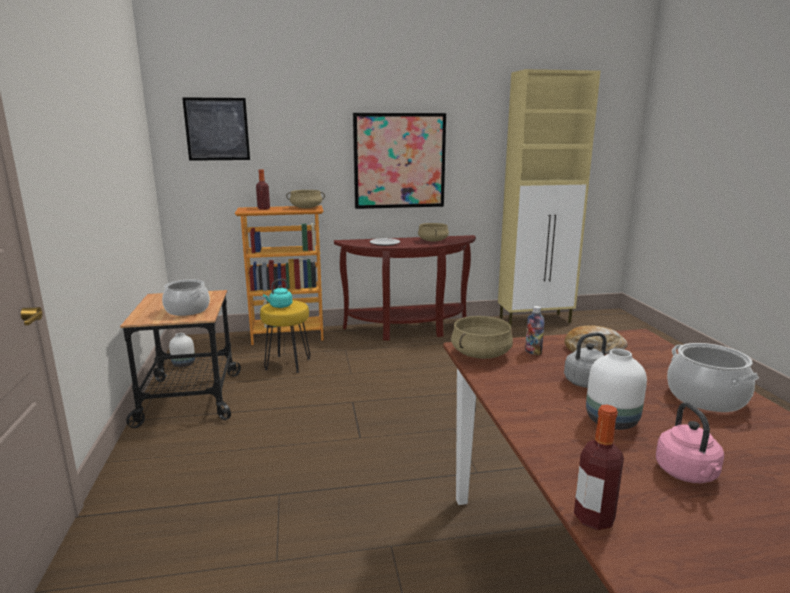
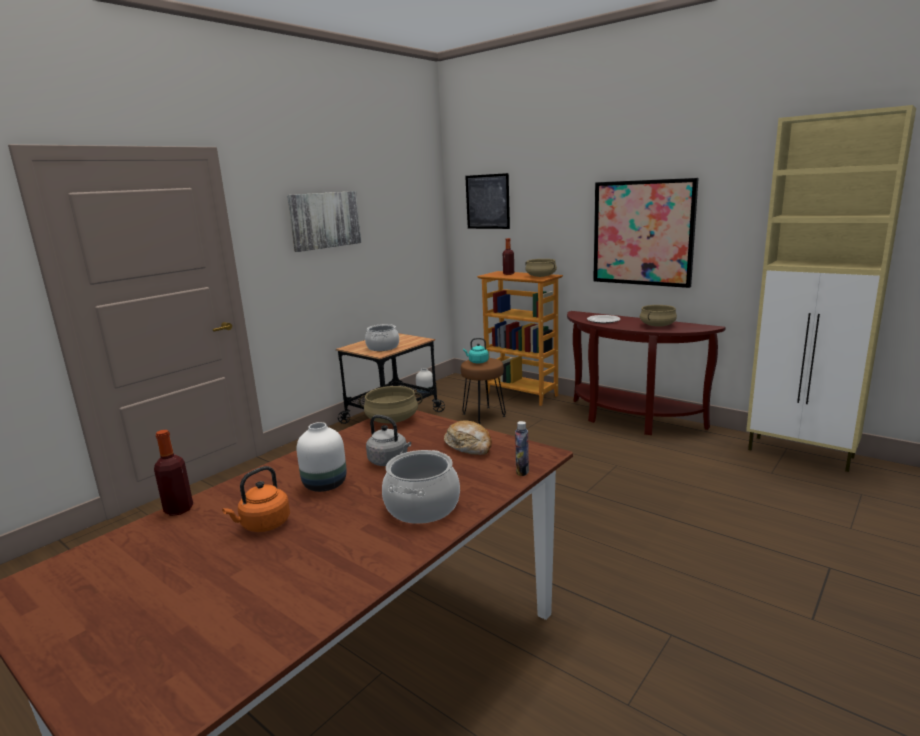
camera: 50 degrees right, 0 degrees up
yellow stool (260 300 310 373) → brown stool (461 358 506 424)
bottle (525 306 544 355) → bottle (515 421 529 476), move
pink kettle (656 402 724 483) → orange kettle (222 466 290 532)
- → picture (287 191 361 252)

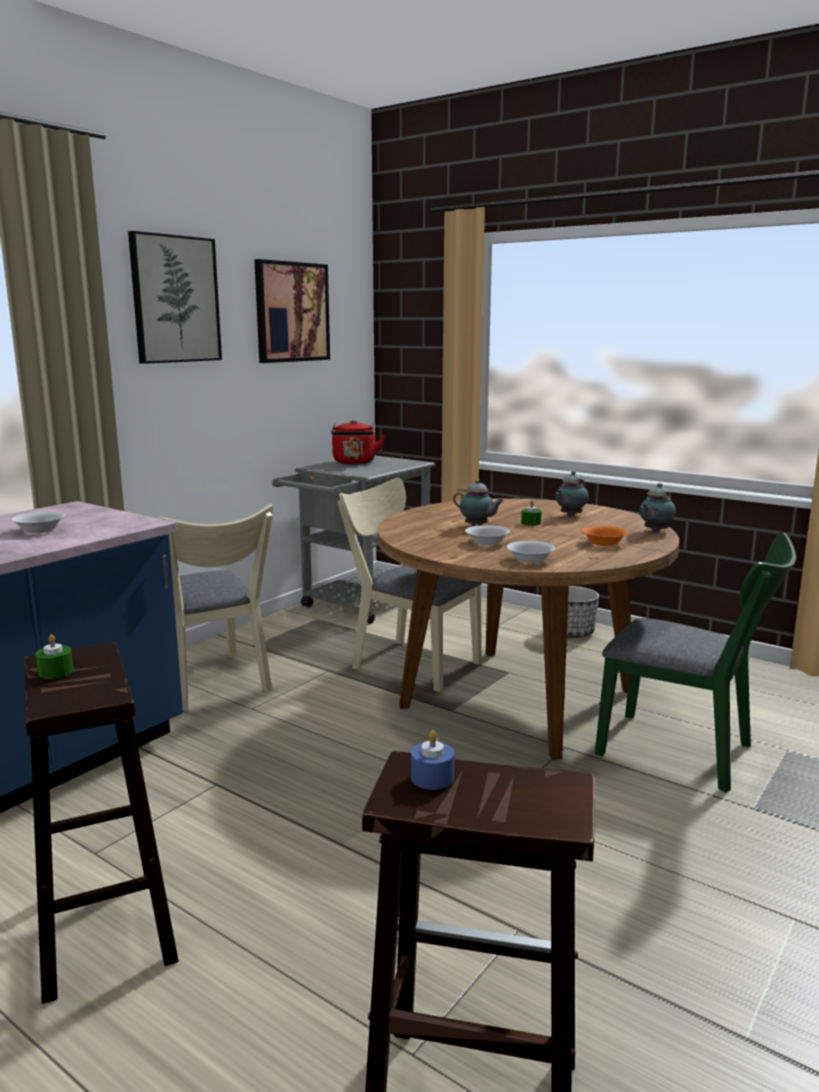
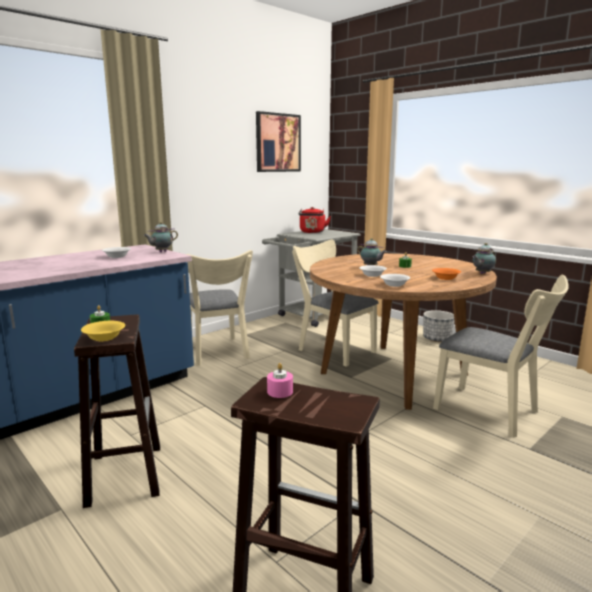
camera: 10 degrees right, 0 degrees up
picture (128 231 222 364) → -
blue candle (411 730 454 790) → pink candle (267 363 293 398)
teapot (556 471 589 517) → teapot (143 222 178 252), move
green chair (595 532 796 793) → beige chair (433 275 569 438)
- → yellow bowl (81 321 125 341)

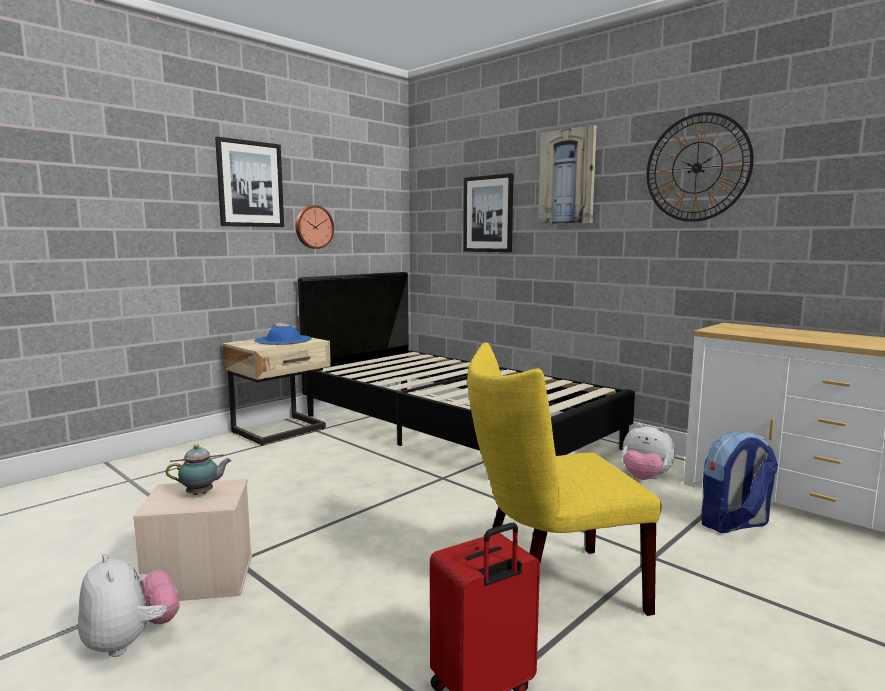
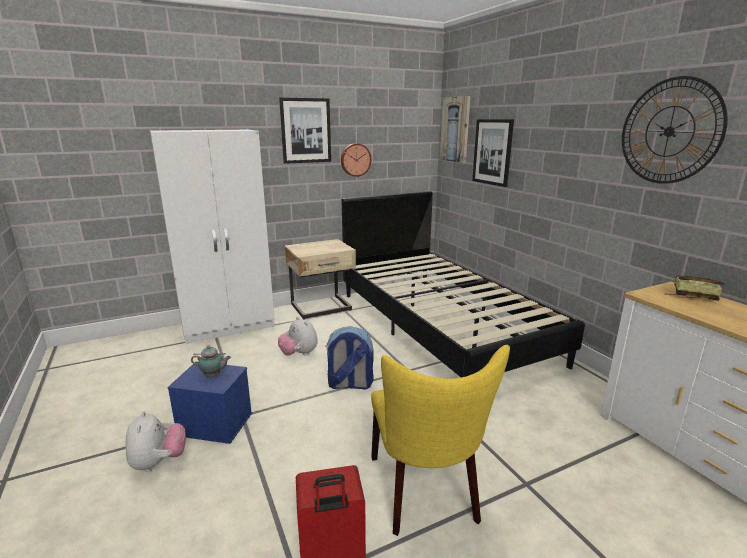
camera: 20 degrees right, 10 degrees up
beige storage box (133 479 252 601) → blue storage box (168 362 252 444)
blue hat (255 322 312 345) → -
yellow chair (467 342 662 616) → yellow chair (371 345 510 536), 105 degrees counterclockwise
picture (538 125 597 224) → picture (440 96 471 163), move
plush toy (622 423 675 480) → plush toy (278 317 318 356), move
backpack (701 431 778 533) → backpack (325 326 374 390), move
- → white wardrobe (150 130 275 344)
- → book (664 276 724 301)

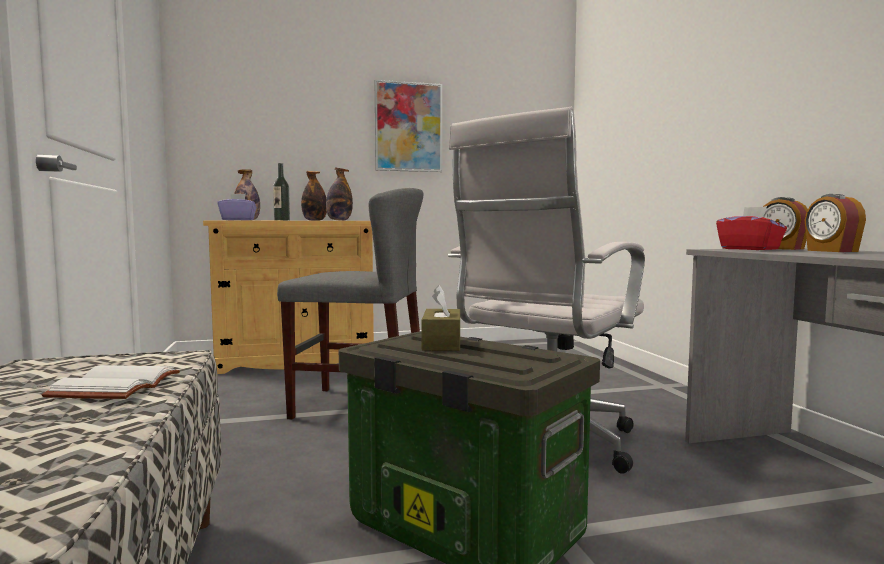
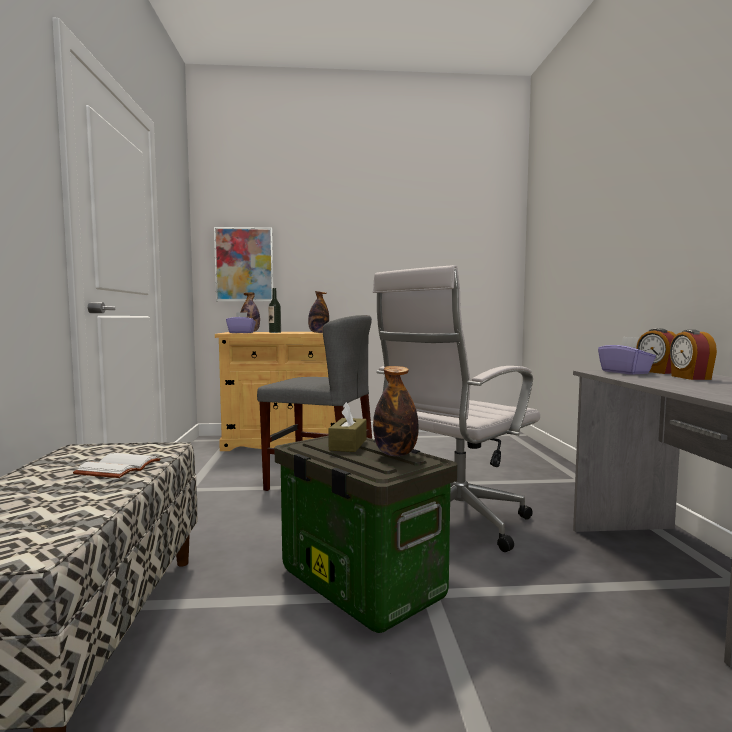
camera: 10 degrees right, 0 degrees up
bottle (301 171 327 221) → bottle (373 366 419 456), move
picture (375 80 442 172) → picture (214 227 273 301), move
red tissue box (716 206 787 250) → purple tissue box (598 336 656 374)

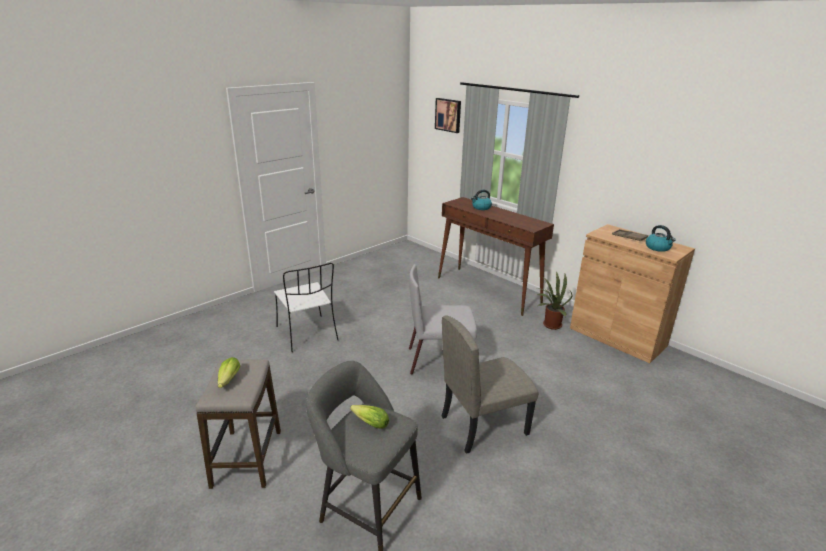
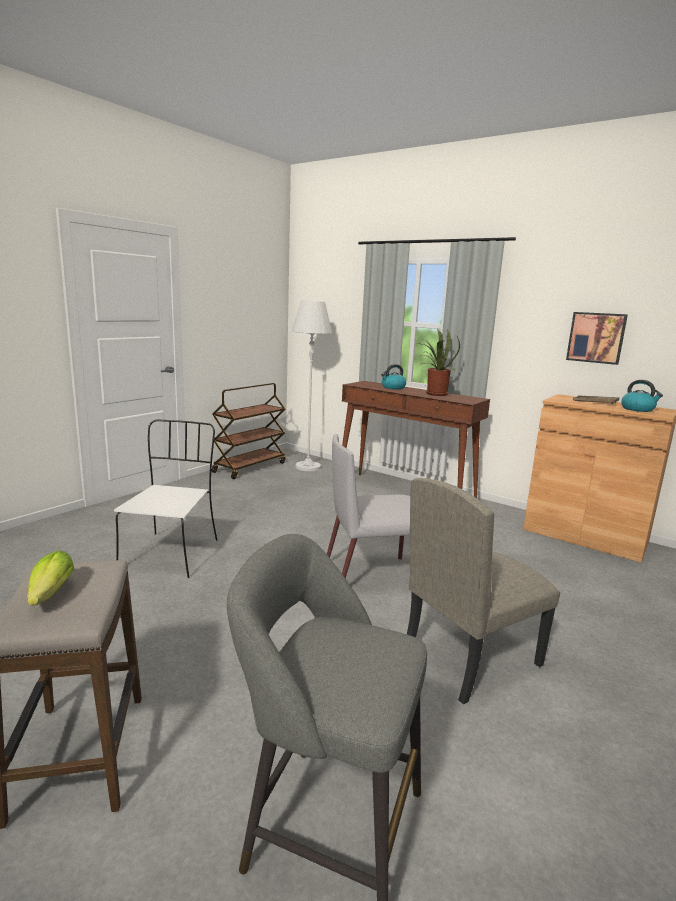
camera: 10 degrees left, 10 degrees down
white chair (274 263 338 352) → white chair (114 420 217 578), 135 degrees counterclockwise
lettuce (350 405 389 429) → -
picture (435 98 461 133) → picture (566 312 628 365), move
potted plant (537 271 572 330) → potted plant (417 329 460 396), move
- → brown cart (211 383 286 479)
- → white floor lamp (292 301 332 471)

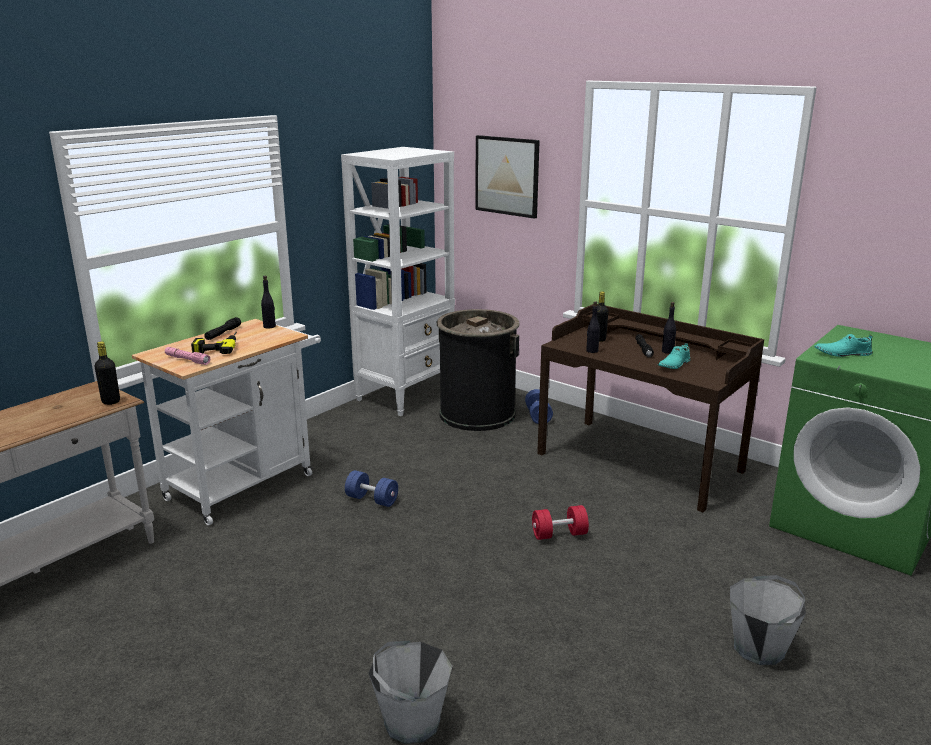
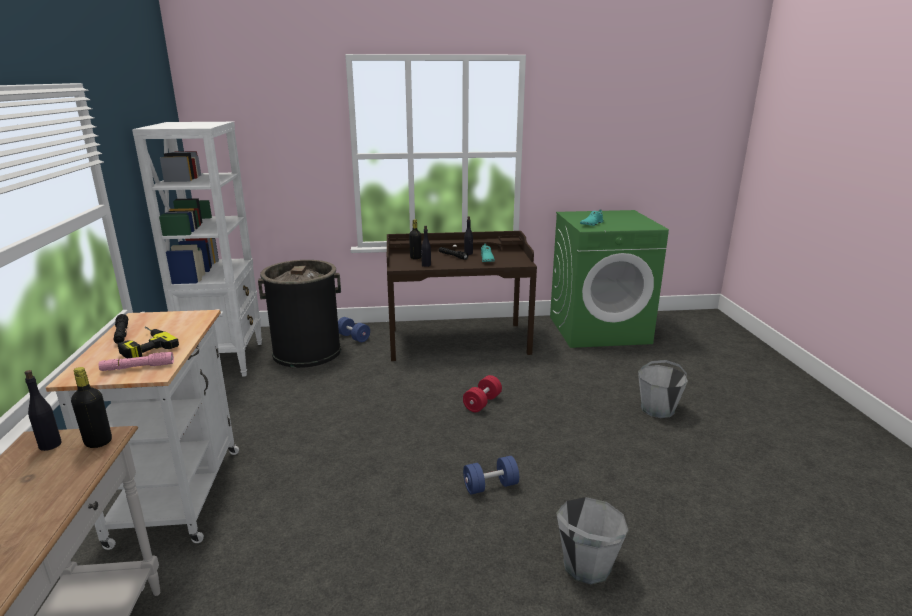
camera: 45 degrees left, 0 degrees up
black bottle (261 276 276 329) → black bottle (24 370 62 451), move
blue dumbbell (345 470 398 507) → blue dumbbell (463 456 519 494), move
picture (475 135 540 219) → -

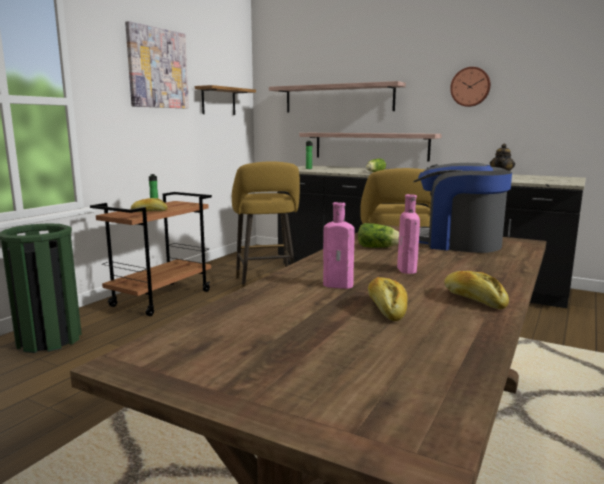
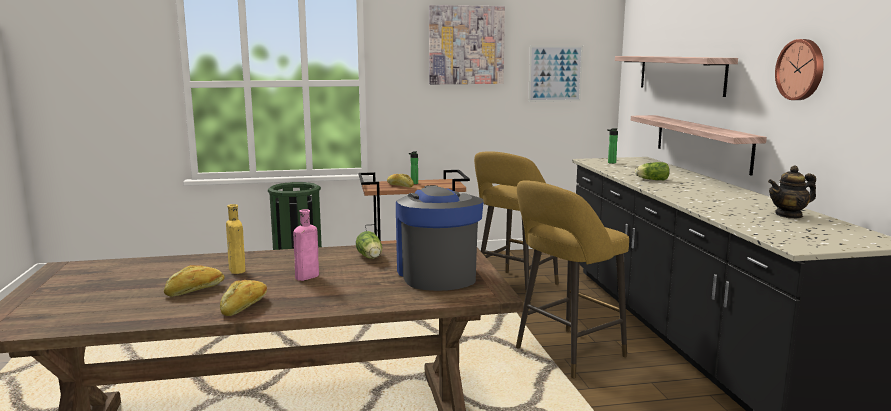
camera: 50 degrees right, 0 degrees up
shelf (195 85 256 115) → picture (528 46 583 102)
pink bottle (323 202 355 289) → yellow bottle (226 204 245 274)

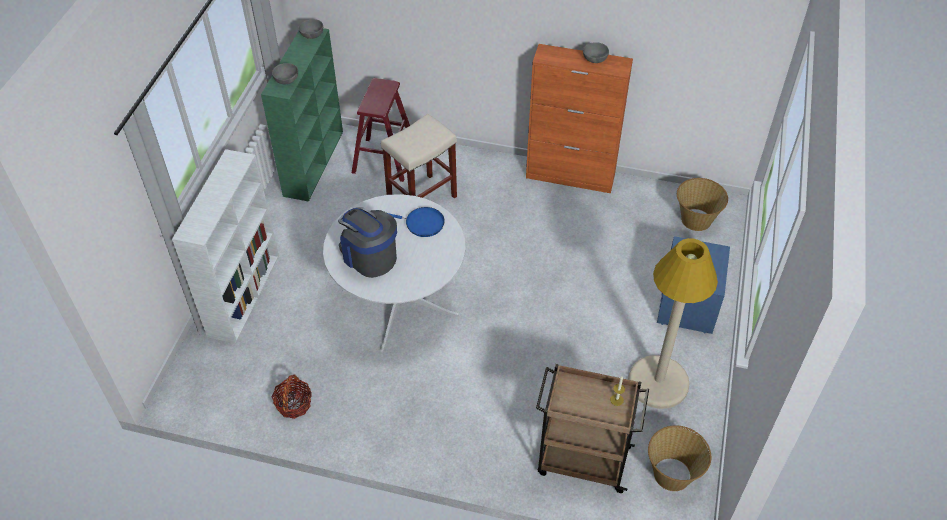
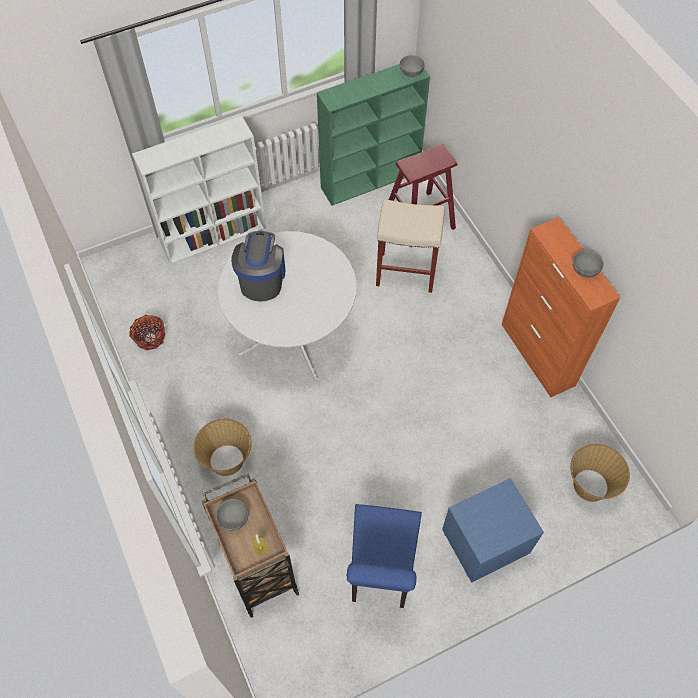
camera: 50 degrees right, 10 degrees up
grey bowl (272 63 298 84) → grey bowl (216 499 248 531), move
blue frying pan (388 207 445 237) → -
beige floor lamp (628 238 718 409) → blue chair (347 504 422 608)
basket (648 425 711 491) → basket (194 419 252 476), move

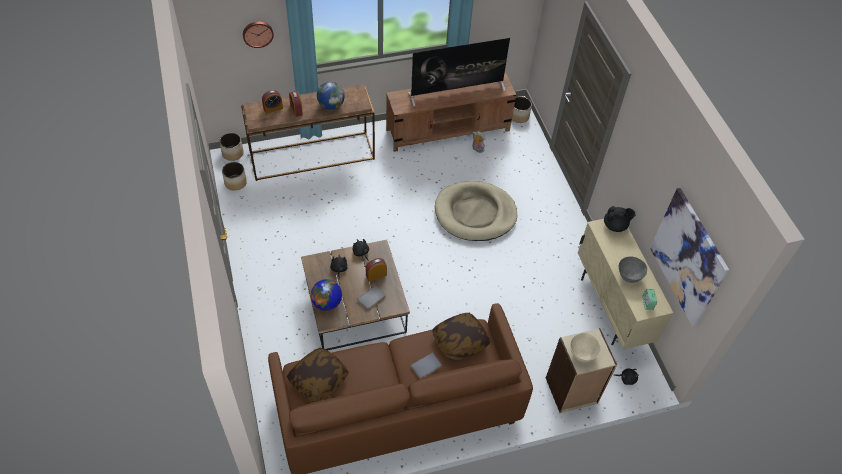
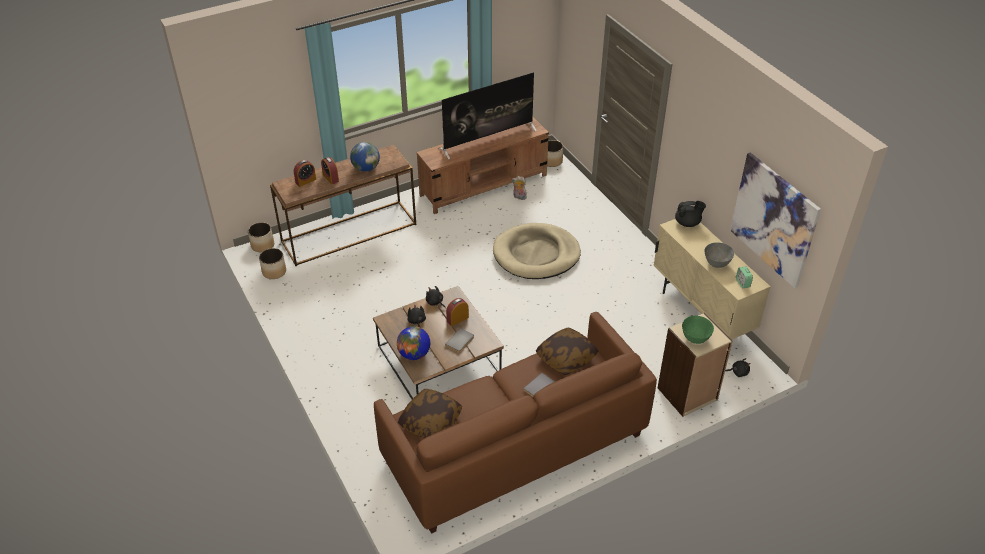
camera: 10 degrees left, 10 degrees down
wall clock (243 21 274 48) → -
beige bowl (570 333 601 362) → green bowl (682 316 714 344)

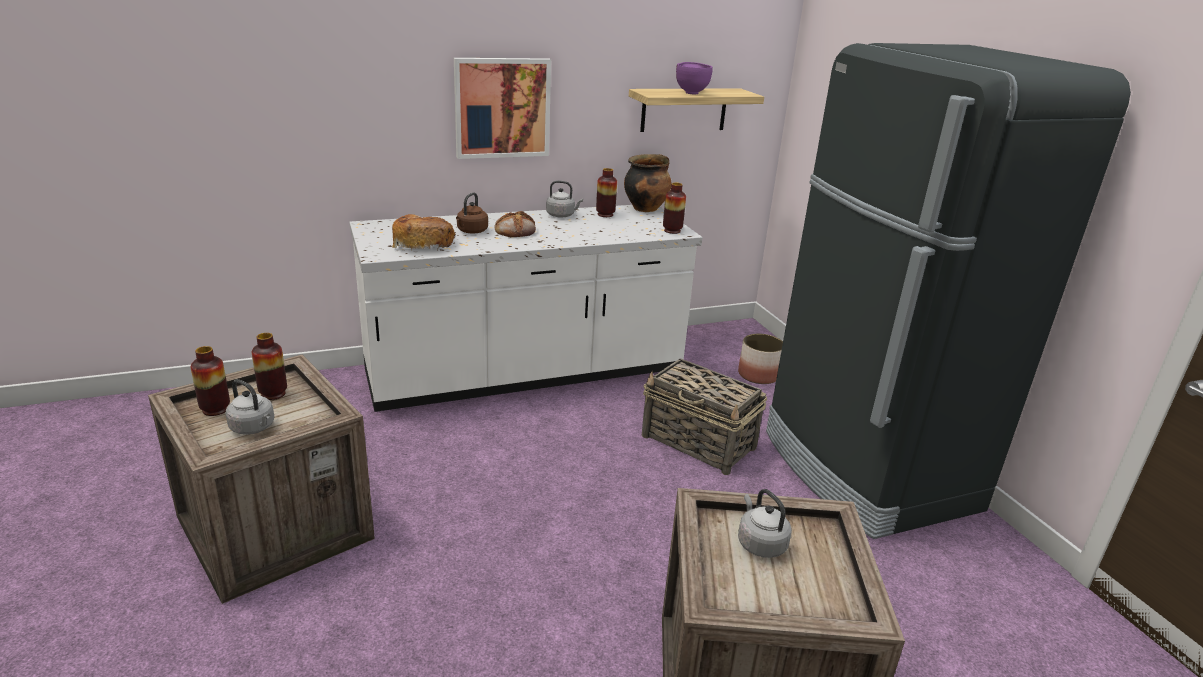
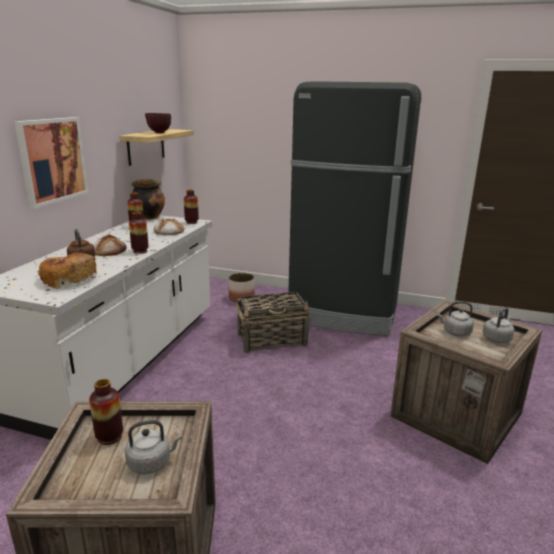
camera: 50 degrees left, 5 degrees down
vase (191 346 230 416) → vase (129 212 149 254), move
grey kettle (546 181 583 218) → grey kettle (483 307 515 343), move
purple bowl (676 62 713 94) → brown bowl (145 113 171 133)
- → bread (154 218 184 235)

